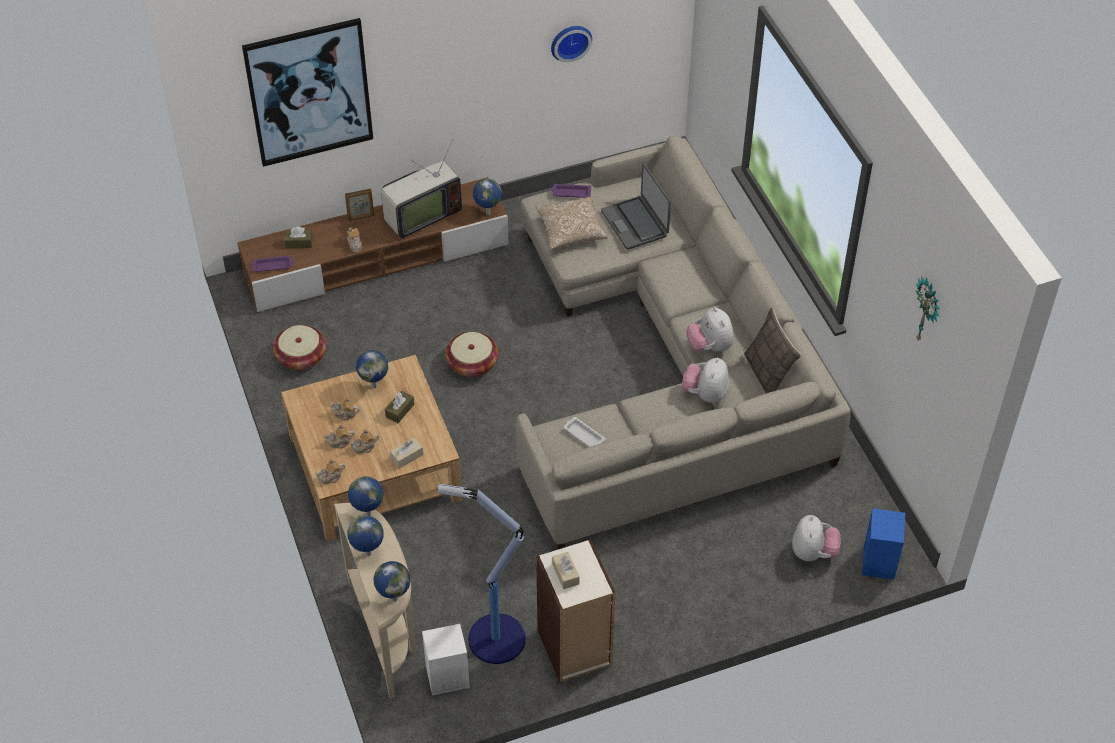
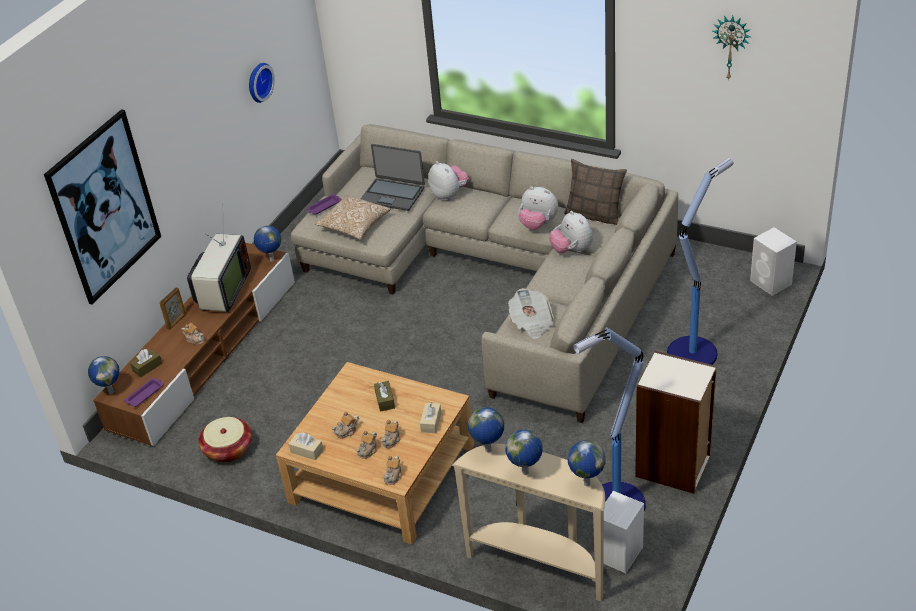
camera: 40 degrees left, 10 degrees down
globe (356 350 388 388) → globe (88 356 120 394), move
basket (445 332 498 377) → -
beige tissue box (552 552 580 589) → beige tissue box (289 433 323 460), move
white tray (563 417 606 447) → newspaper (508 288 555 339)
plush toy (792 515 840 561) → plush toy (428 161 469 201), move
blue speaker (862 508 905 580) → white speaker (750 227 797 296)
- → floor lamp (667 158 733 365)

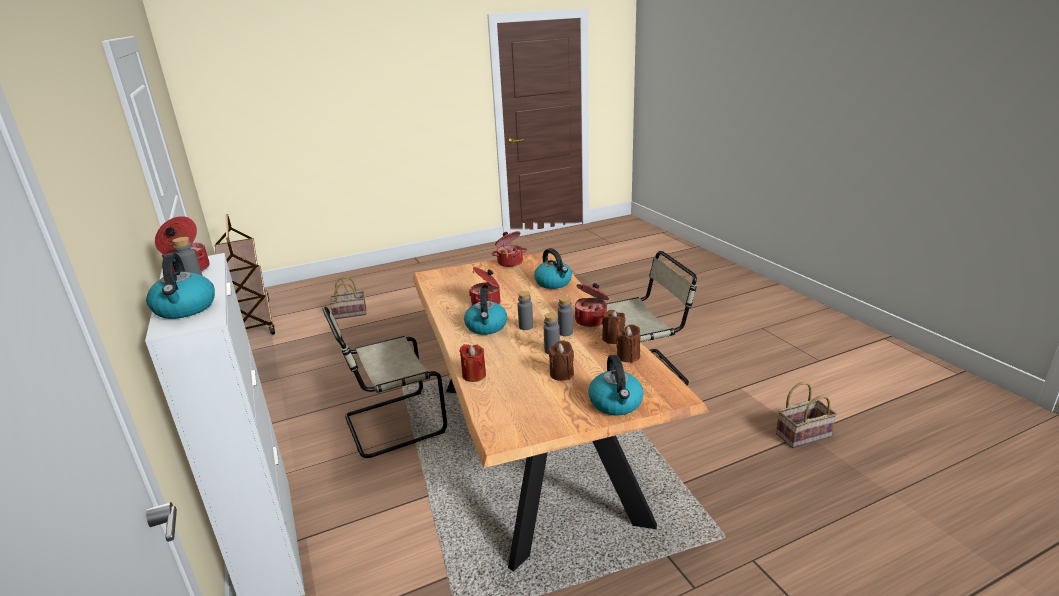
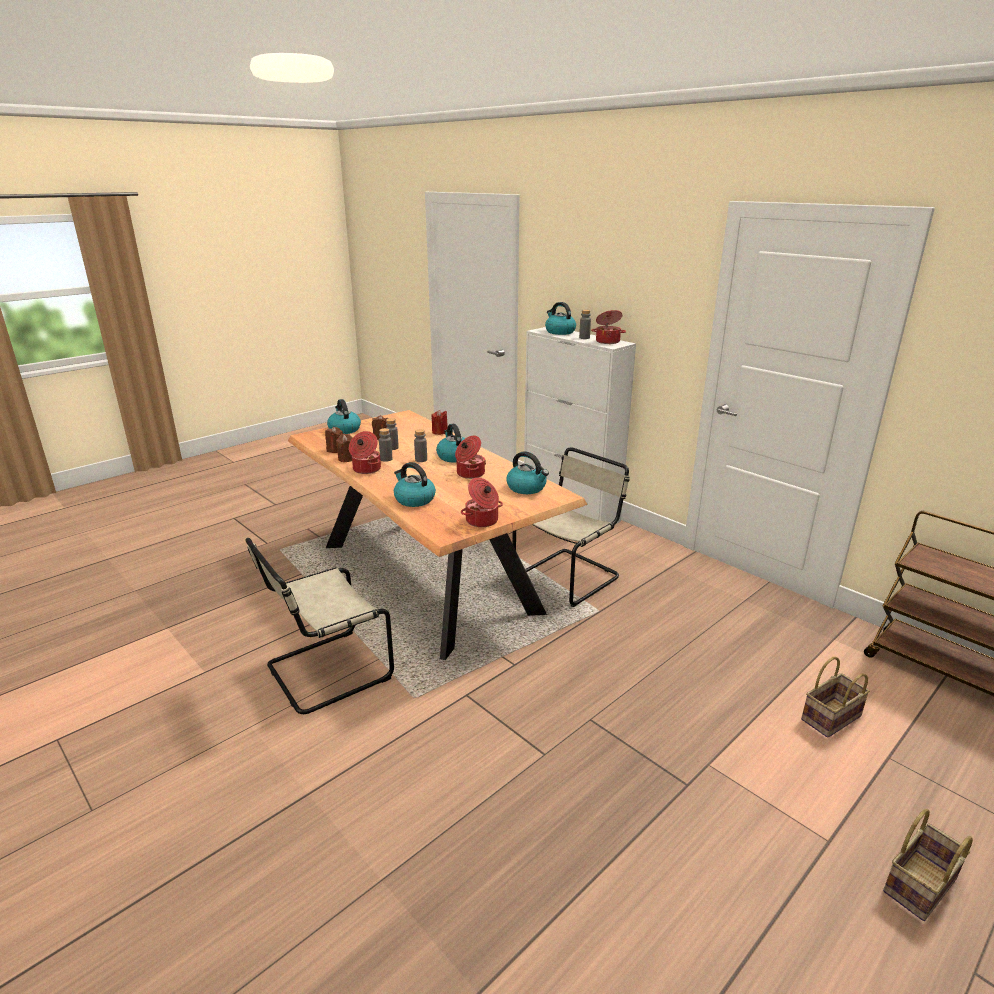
camera: 160 degrees right, 0 degrees up
basket (776 382 837 448) → basket (883 809 973 921), move
- → kettle (506 451 549 494)

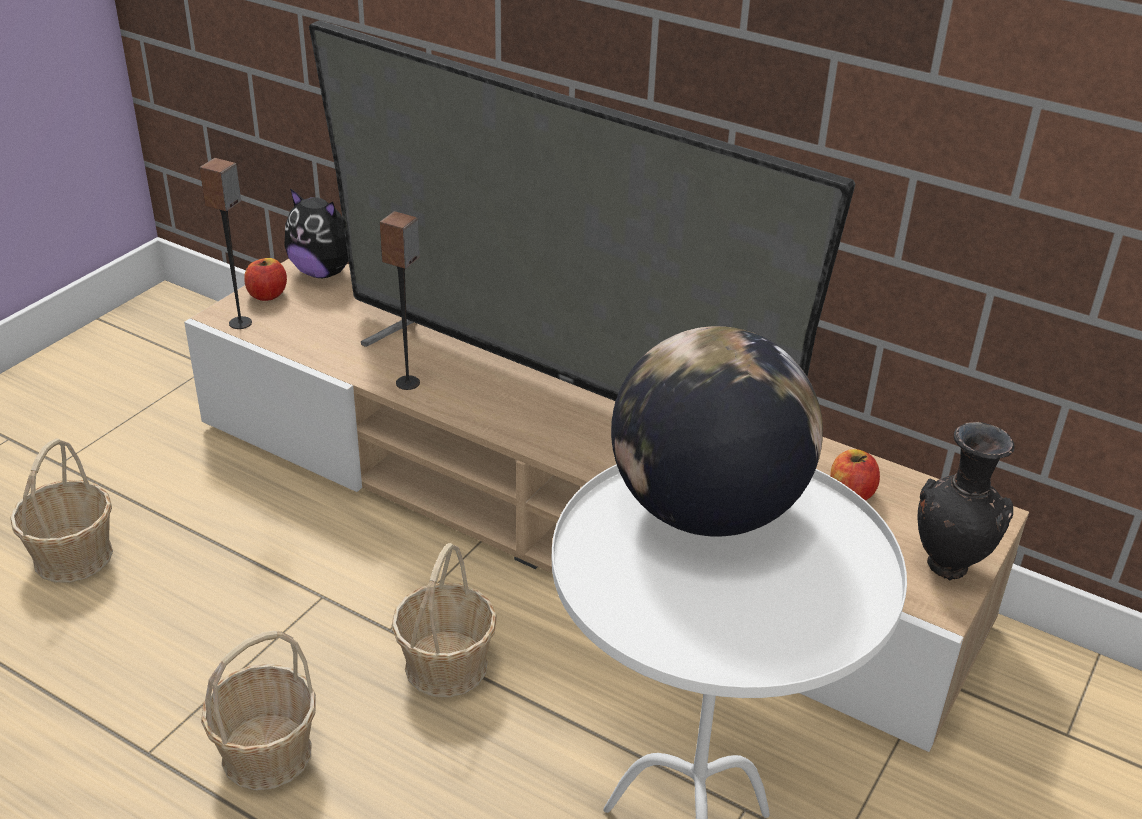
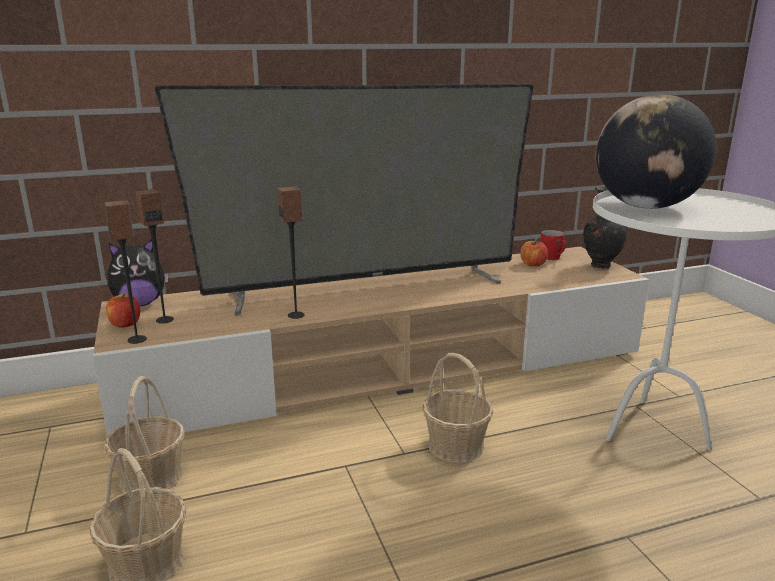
camera: 50 degrees left, 15 degrees down
basket (201 631 316 791) → basket (104 376 185 493), move
- → speaker (136 189 174 324)
- → red mug (540 230 566 260)

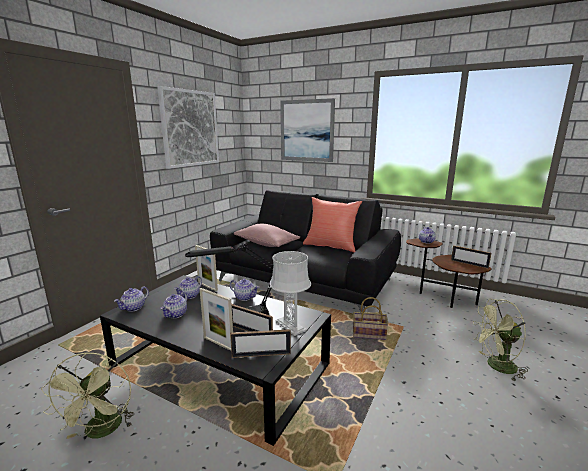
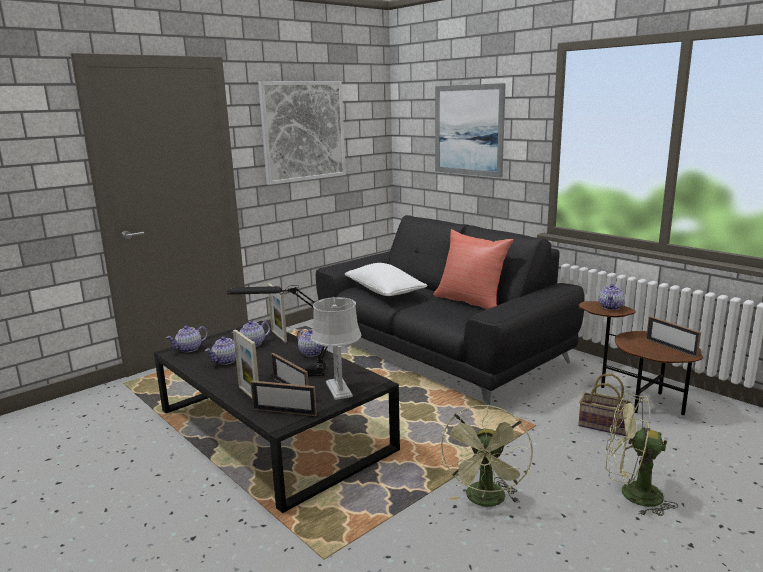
camera: 20 degrees right, 0 degrees up
green fan (41 352 133 439) → green fan (441 405 533 507), move
pink pillow (234 224 300 247) → white pillow (345 263 427 296)
basket (353 297 389 340) → basket (578 373 632 436), move

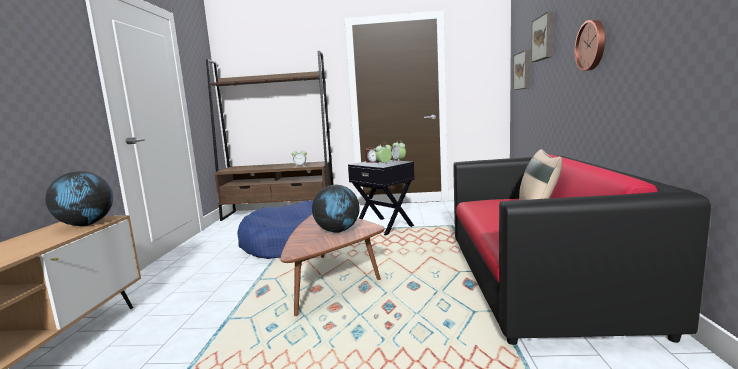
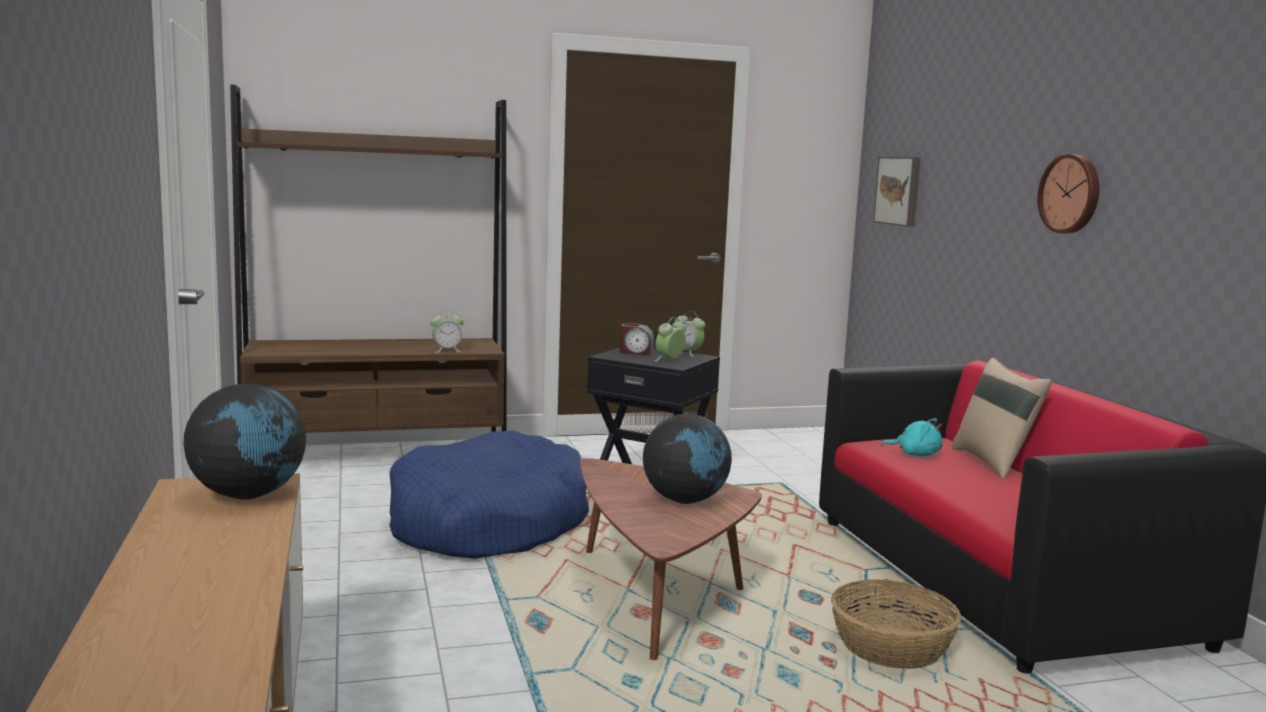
camera: 20 degrees left, 0 degrees up
picture (531 11 553 62) → -
- → basket (831 579 961 669)
- → turquoise plush toy (881 418 943 457)

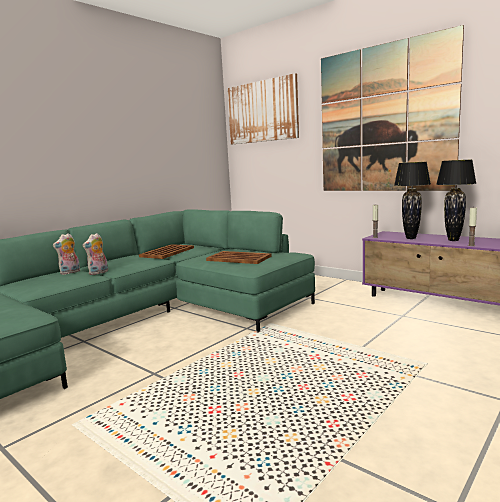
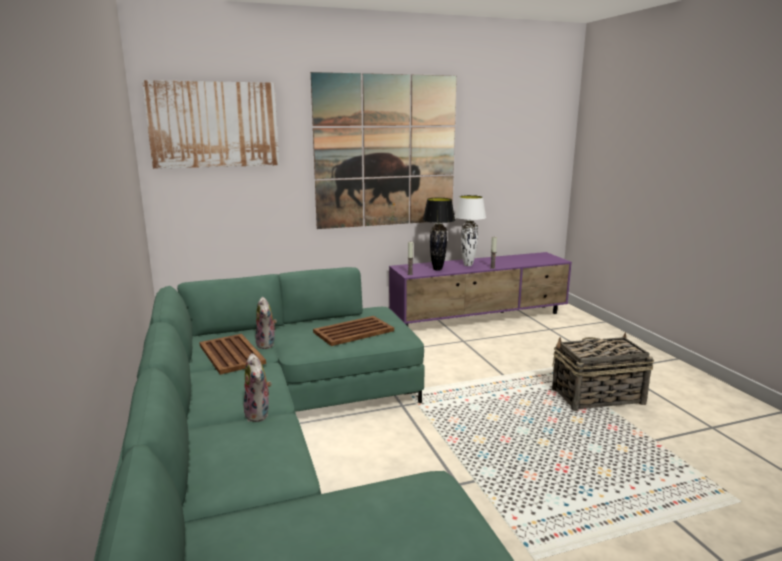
camera: 60 degrees left, 5 degrees up
plush toy (53 233 80 275) → plush toy (255 297 277 349), move
black table lamp (436 160 476 241) → white table lamp (455 195 486 266)
- → basket (552 332 654 411)

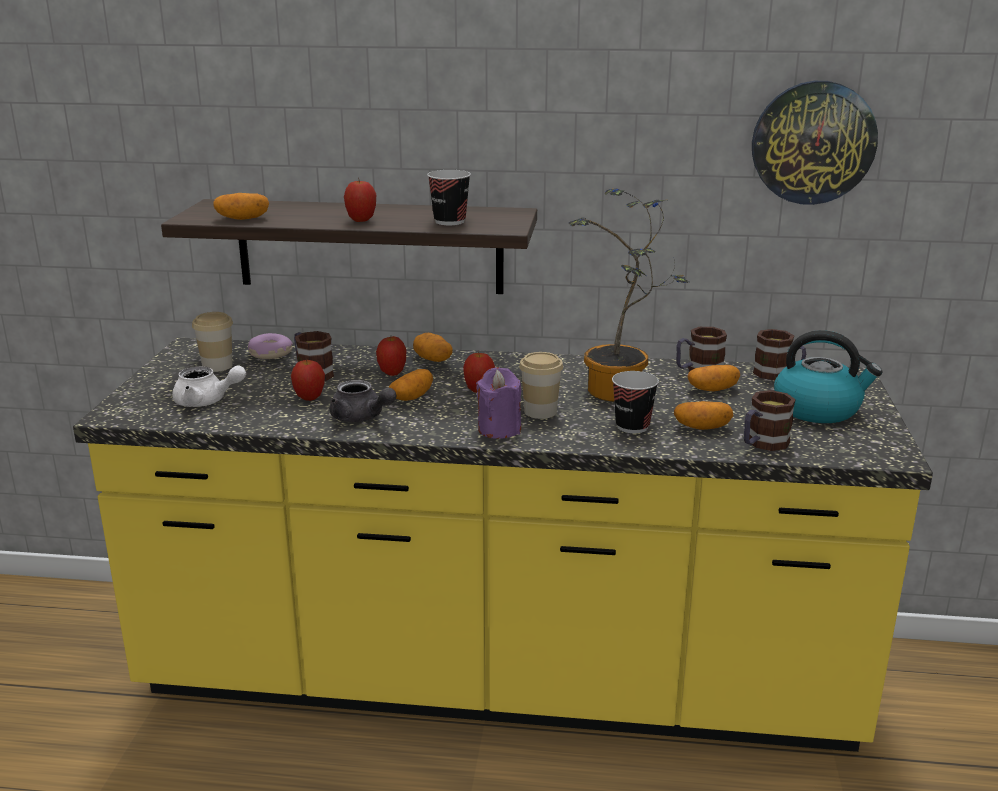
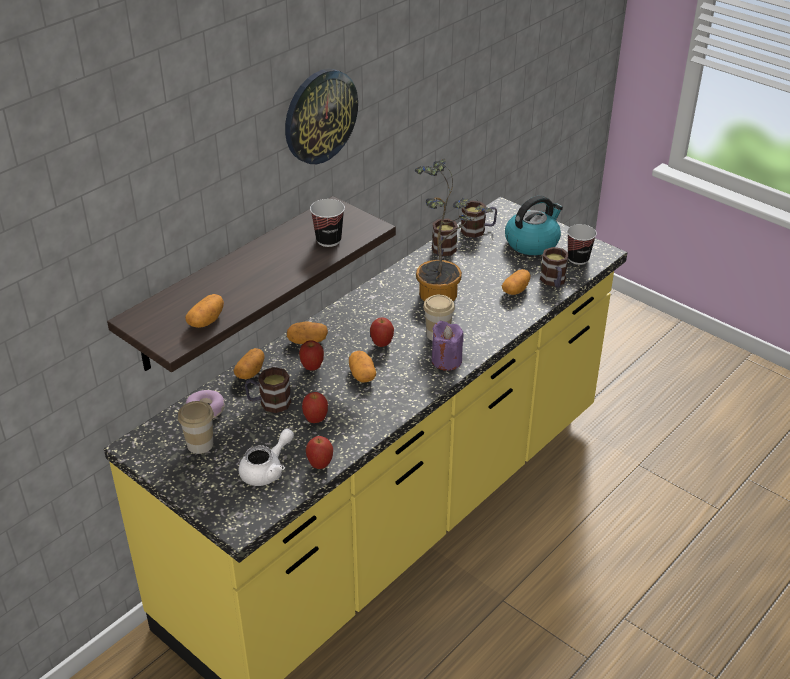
camera: 55 degrees left, 15 degrees up
grey teapot (330 380 396 422) → -
apple (344 178 376 222) → apple (306 436 333 469), move
cup (612 371 659 433) → cup (567 224 597 265), move
potato (687 365 740 391) → potato (234 348 265 379), move
wall clock (752 81 878 205) → wall clock (285 69 358 164), move

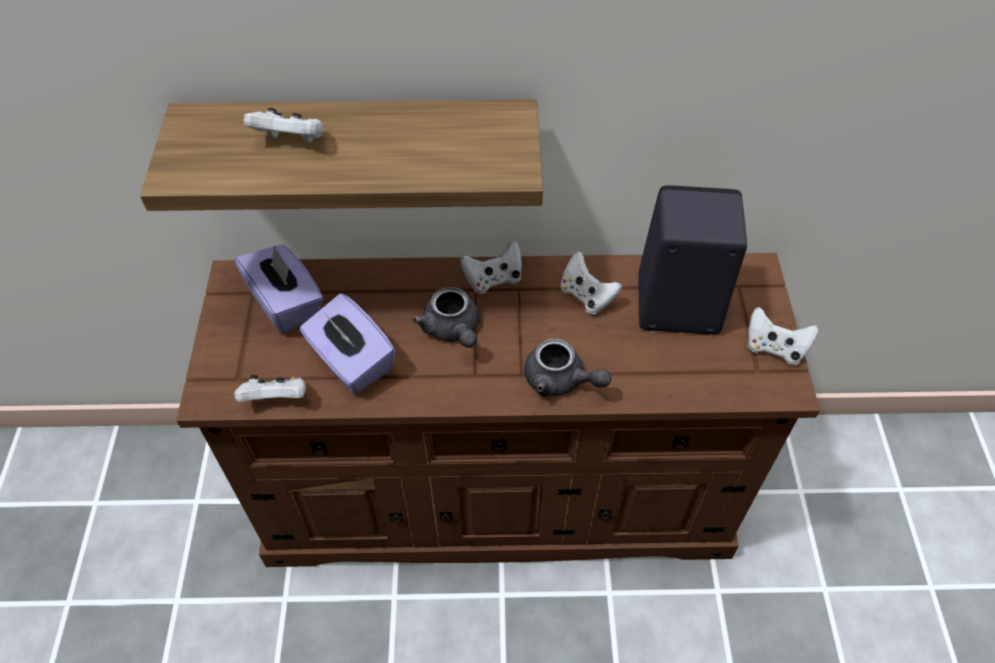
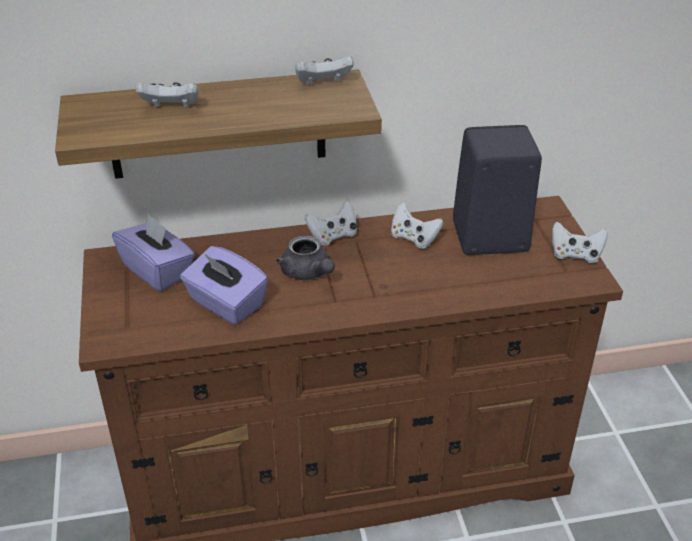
camera: 10 degrees left, 15 degrees down
white game controller (234 375 306 402) → white game controller (295 56 354 85), move
grey teapot (524 338 612 397) → -

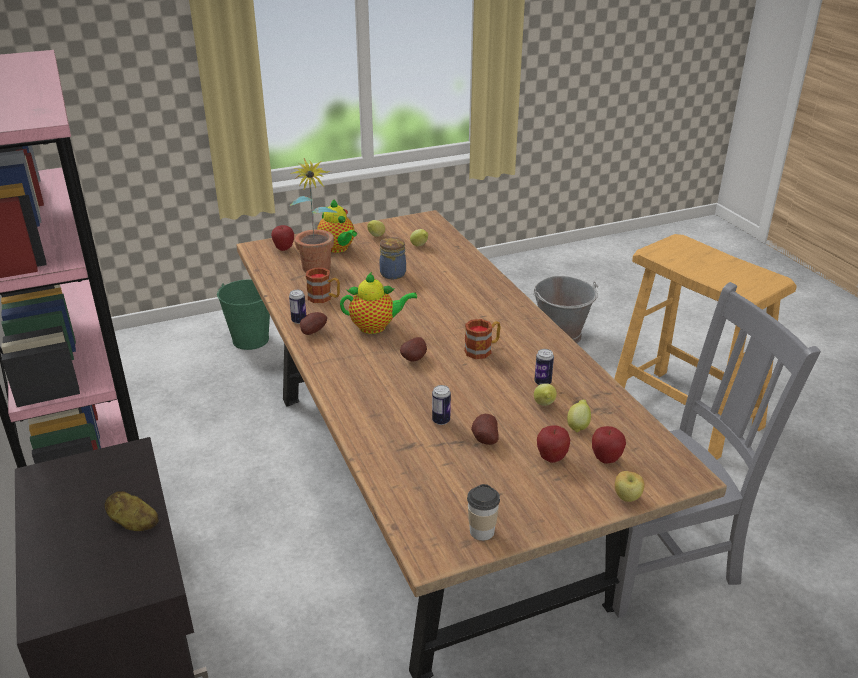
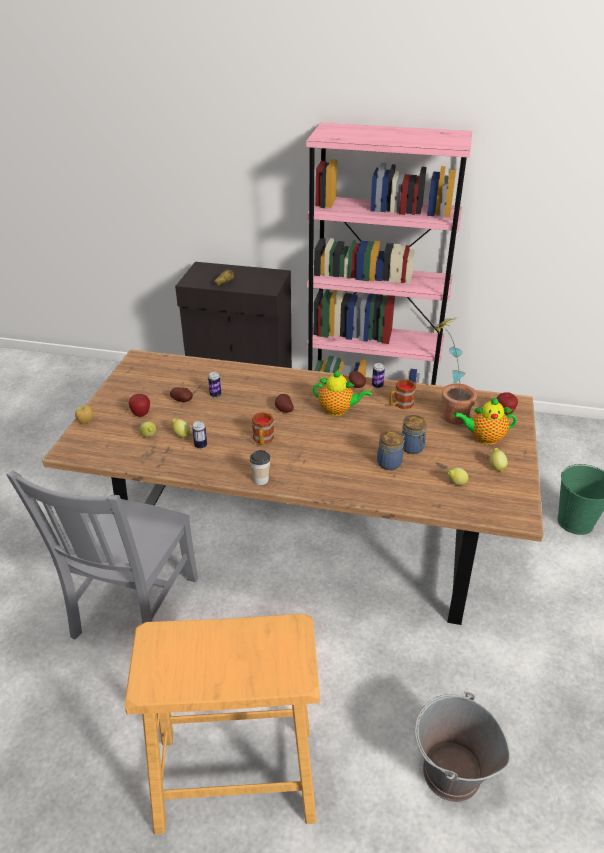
camera: 125 degrees right, 5 degrees up
teapot (340 272 417 334) → teapot (313 370 372 416), 105 degrees counterclockwise
cup (467 484 500 541) → cup (250 450 270 485), move
apple (592 426 626 464) → -
- → jar (377 430 405 470)

